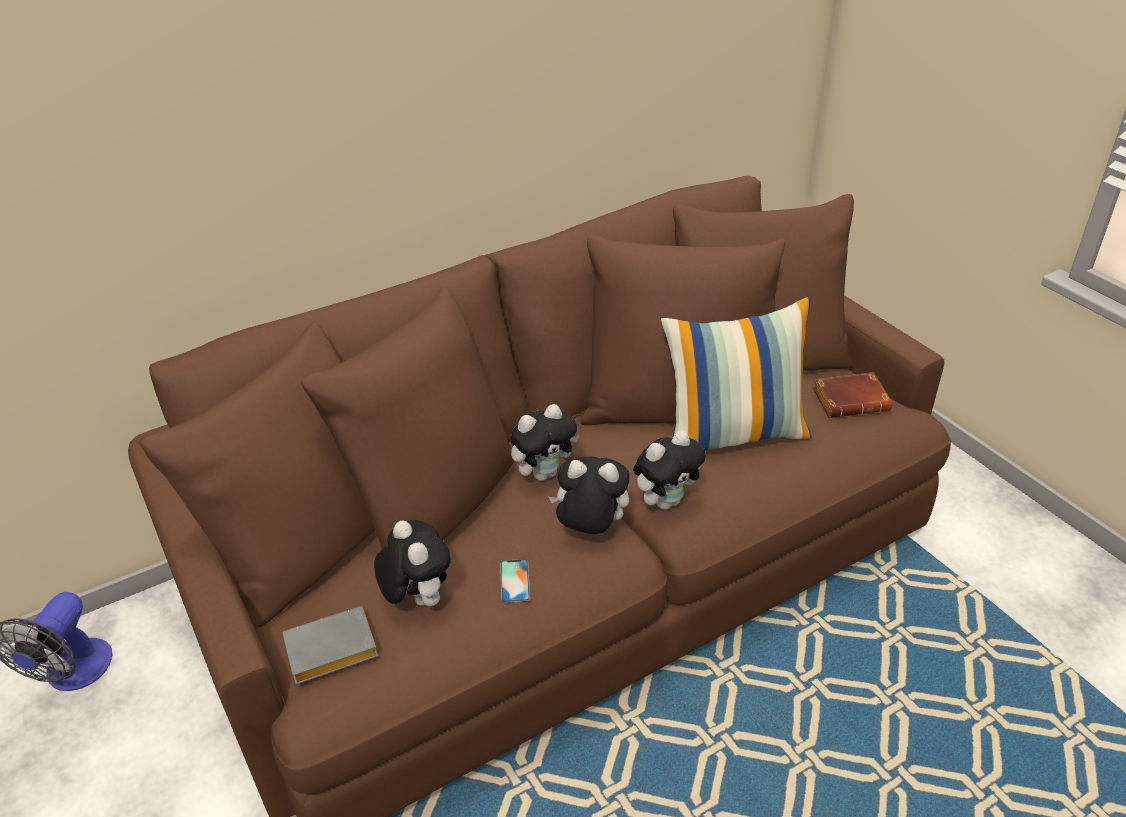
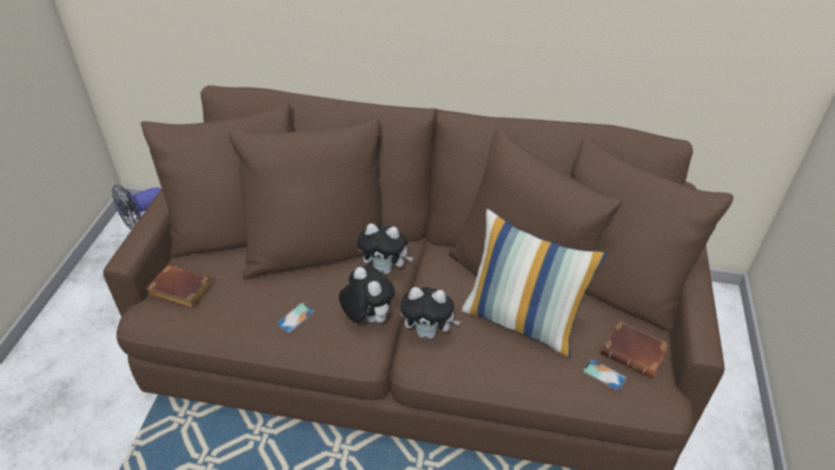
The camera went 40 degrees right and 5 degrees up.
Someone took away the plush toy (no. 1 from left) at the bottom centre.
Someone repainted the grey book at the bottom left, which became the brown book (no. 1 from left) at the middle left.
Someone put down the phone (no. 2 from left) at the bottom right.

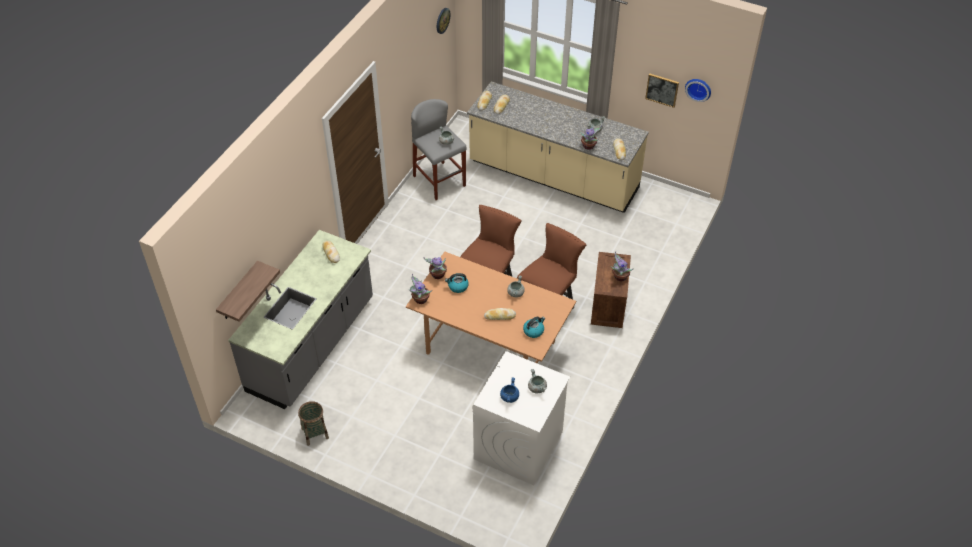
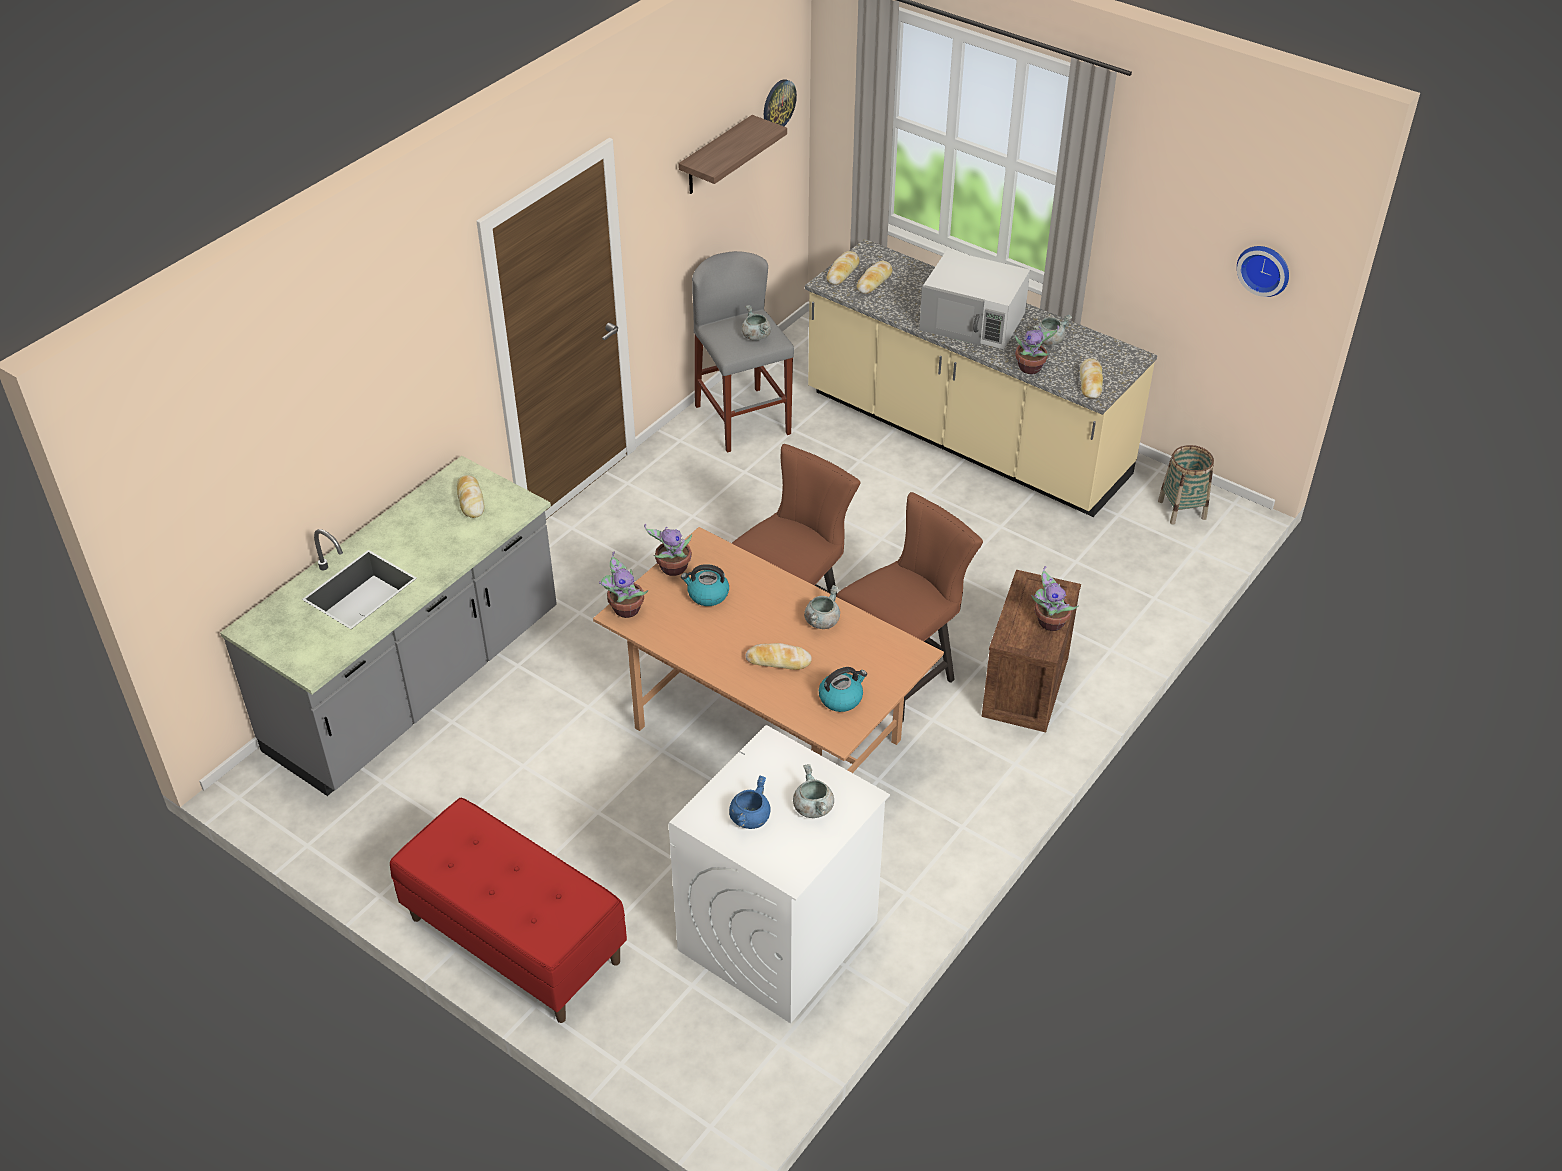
The camera went 10 degrees right and 5 degrees down.
Someone took away the picture at the top right.
Someone carried the shelf from the middle left to the top centre.
Someone carried the basket from the bottom left to the middle right.
Someone put down the white microwave at the top centre.
Someone put down the red bench at the bottom left.

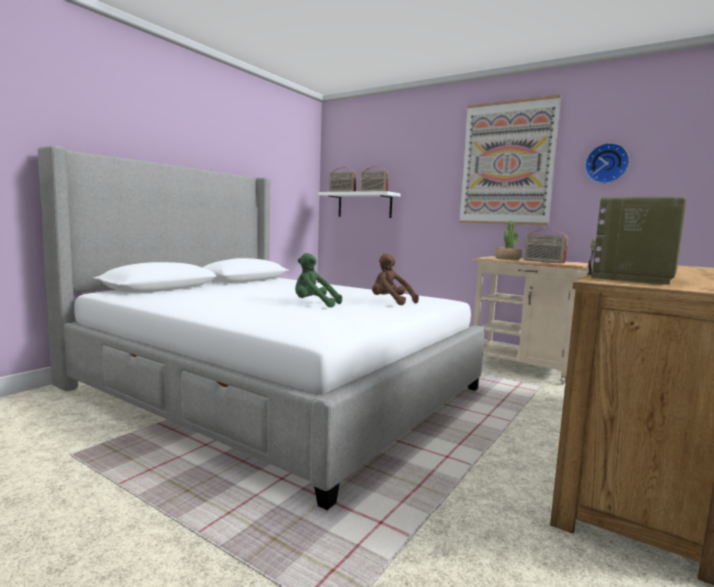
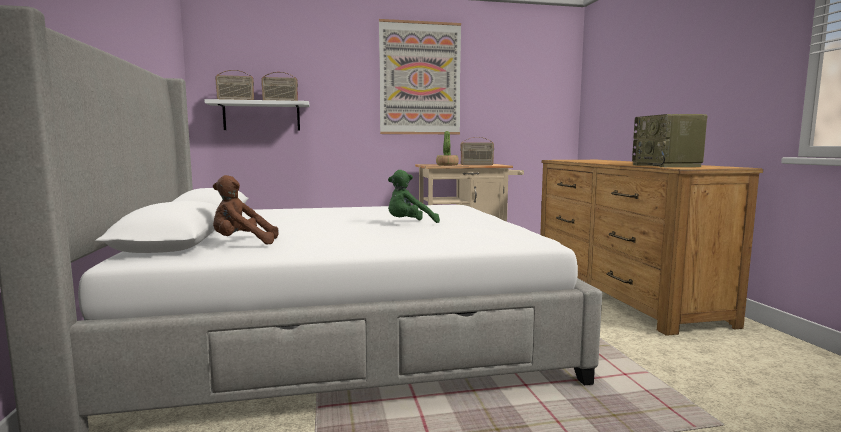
The camera went 45 degrees left and 0 degrees up.
Someone took away the wall clock at the top right.
Someone carried the brown plush toy from the centre to the middle left.

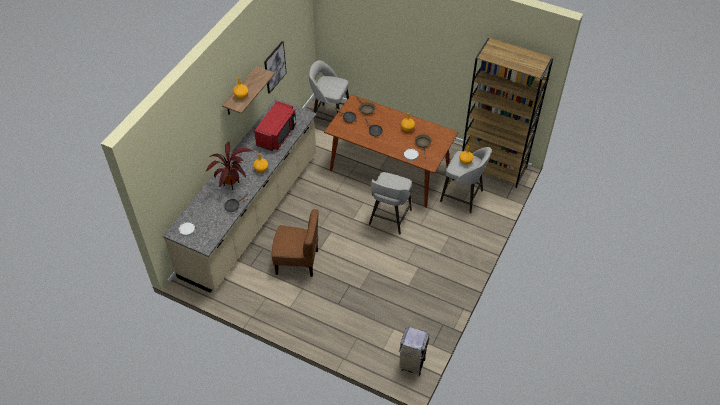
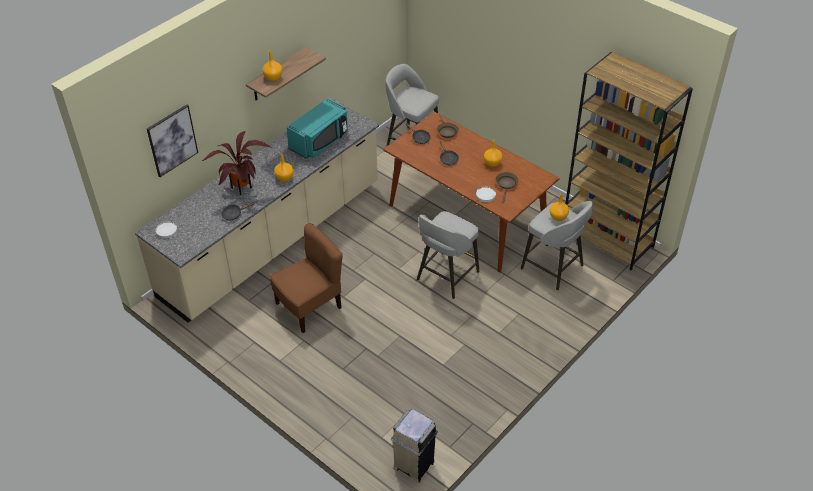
The camera went 15 degrees right and 5 degrees down.
Someone carried the picture from the top centre to the top left.
Someone repainted the red microwave at the top centre, which became the turquoise microwave at the top centre.
Someone rotated the brown chair at the centre by 60 degrees counterclockwise.

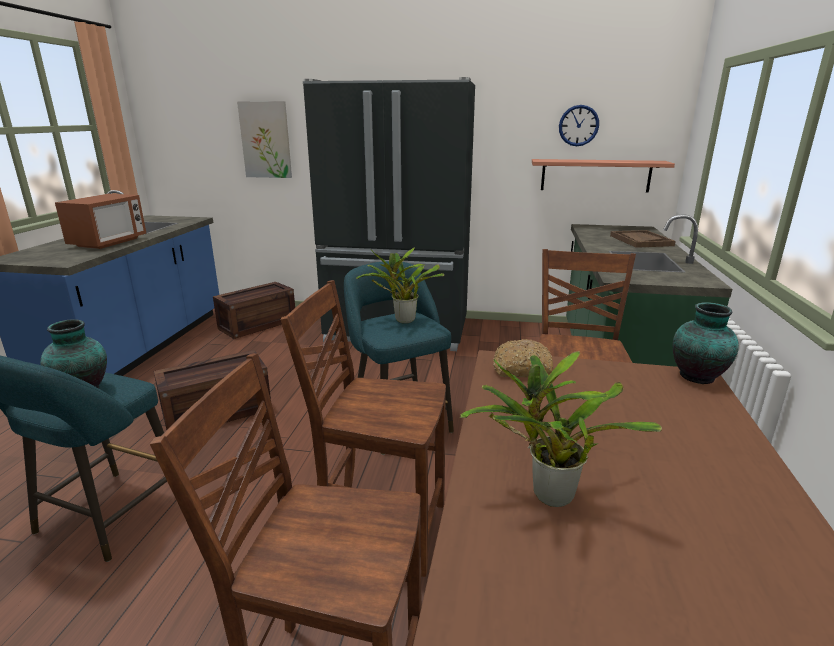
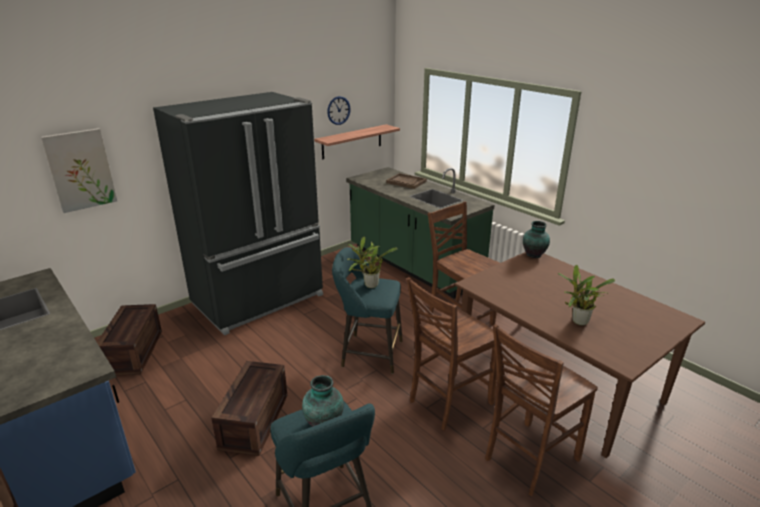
The camera went 50 degrees left and 5 degrees up.
Someone took away the microwave at the middle left.
Someone took away the bread at the centre.

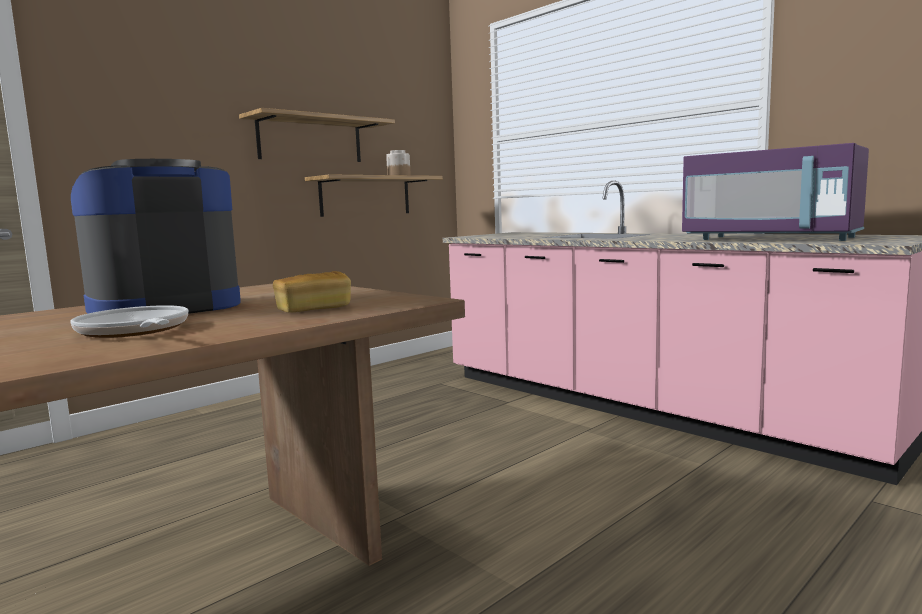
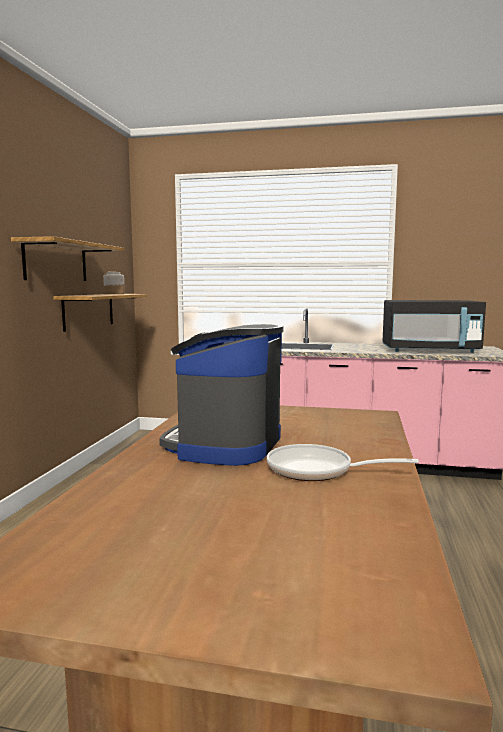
The camera went 35 degrees left and 0 degrees up.
Someone repainted the purple microwave at the top right, which became the black microwave at the middle right.
Someone took away the bread at the centre.

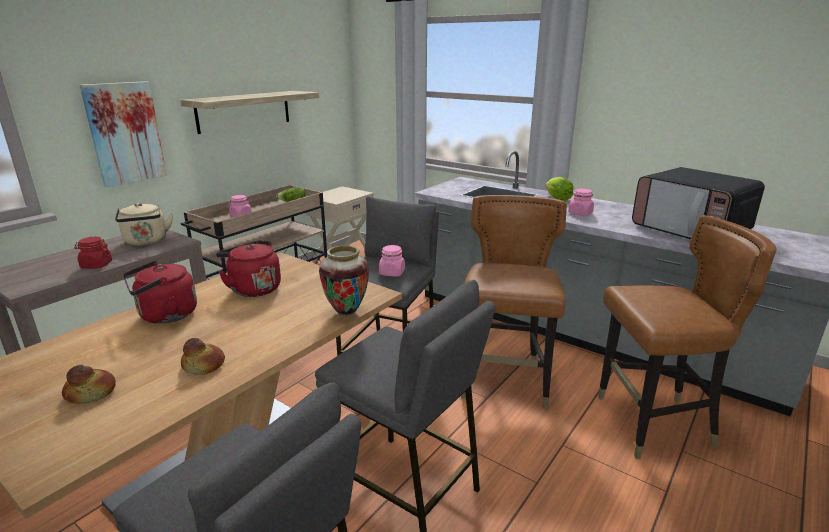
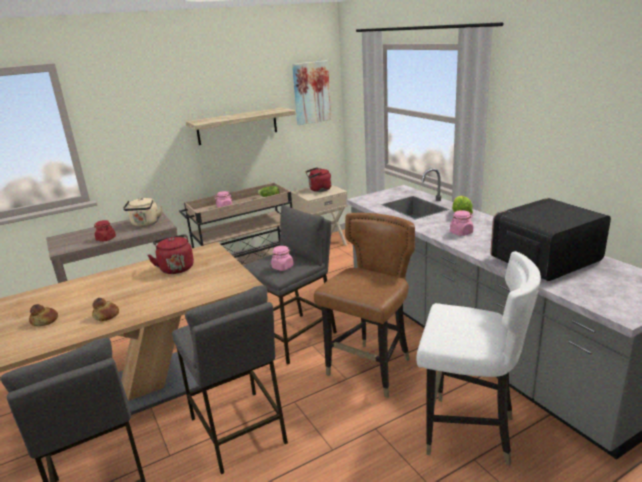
The camera went 25 degrees right and 0 degrees up.
Someone carried the picture from the top left to the top centre.
Someone rotated the microwave at the middle right by 75 degrees clockwise.
Someone repainted the brown chair (no. 2 from left) at the middle right, which became the white chair at the bottom right.
Someone took away the vase at the centre.
Someone carried the red kettle (no. 1 from left in the first image) from the middle left to the centre.

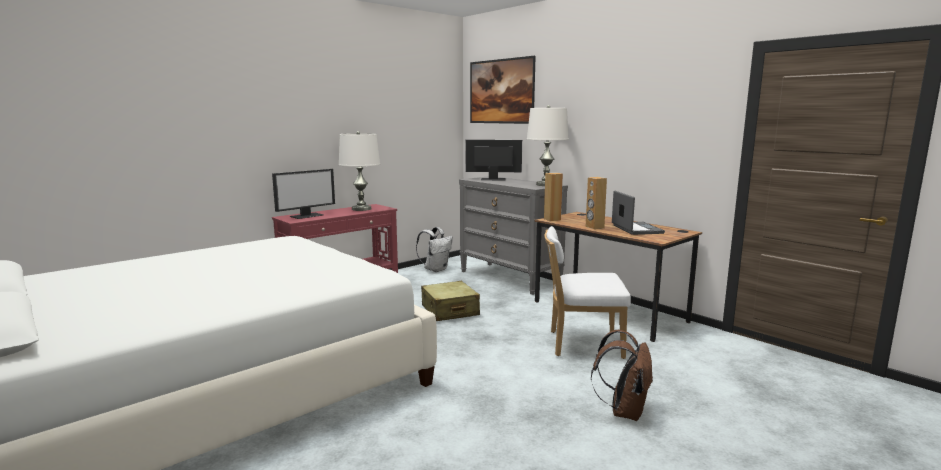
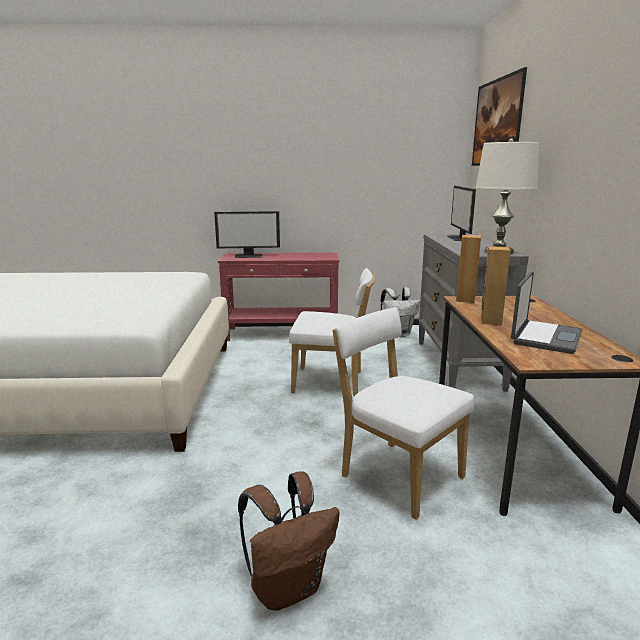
The camera went 40 degrees right and 5 degrees up.
Someone took away the white table lamp (no. 1 from left) at the centre.
Someone rotated the monitor (no. 2 from left) at the centre by 135 degrees counterclockwise.
Someone swapped the beige suitcase at the centre for the white chair (no. 1 from left) at the centre.

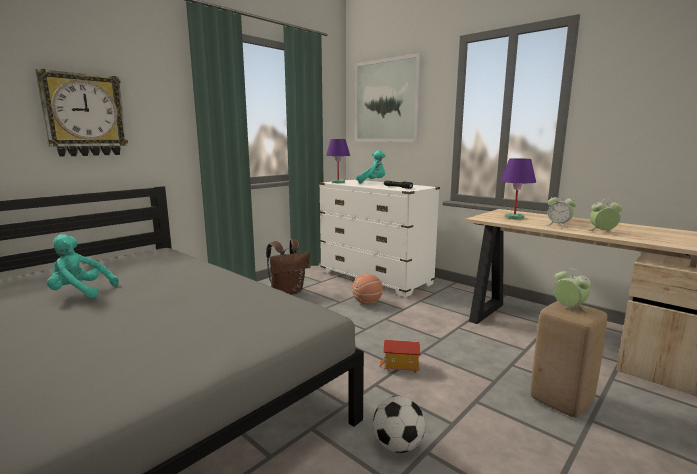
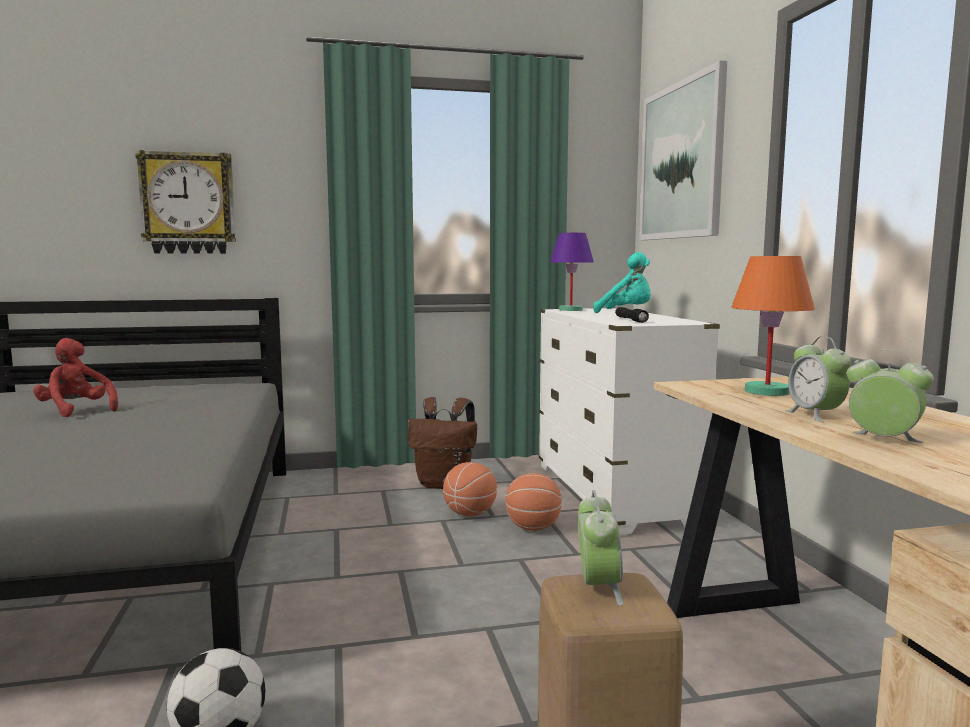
The camera went 35 degrees right and 5 degrees down.
Someone repainted the purple table lamp (no. 2 from left) at the middle right, which became the orange table lamp at the middle right.
Someone repainted the turquoise plush toy (no. 1 from left) at the middle left, which became the red plush toy at the middle left.
Someone took away the toy house at the bottom centre.
Someone put down the basketball (no. 1 from left) at the bottom centre.

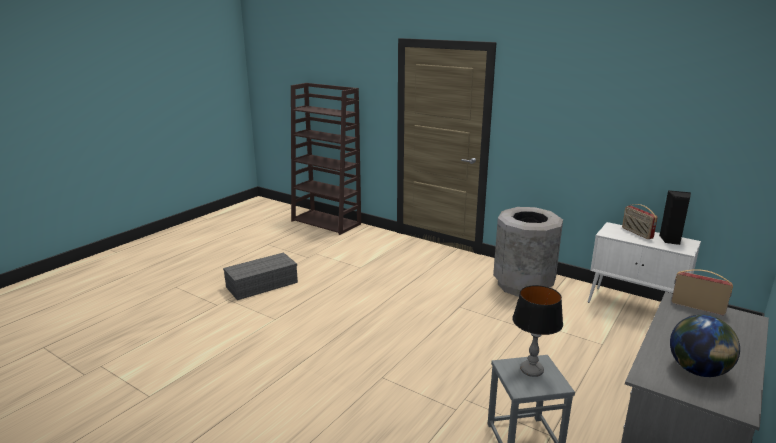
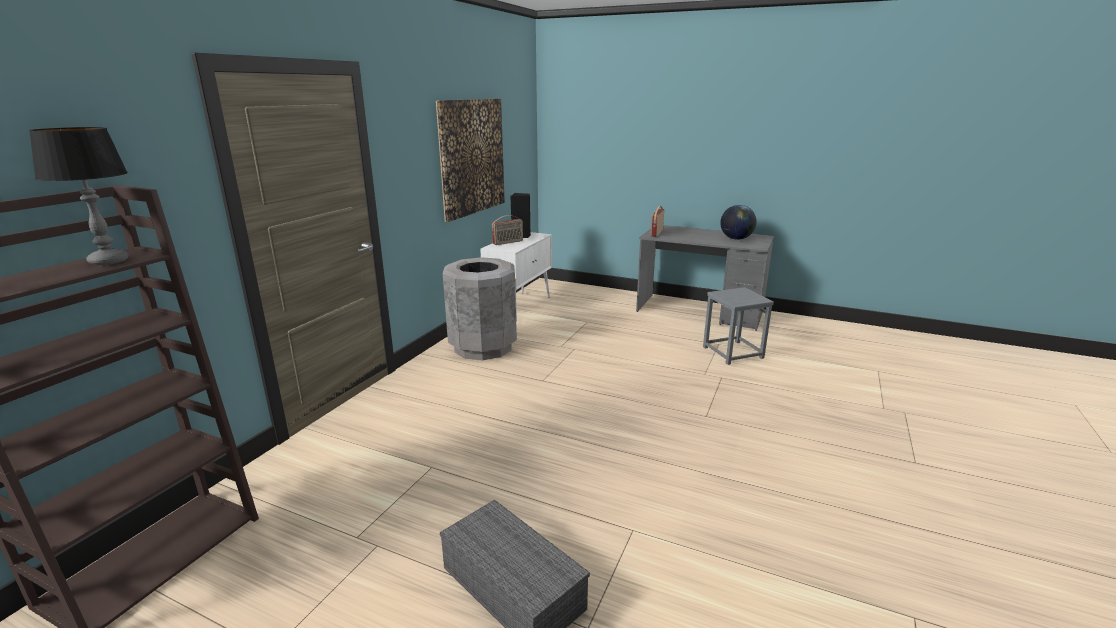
The camera went 100 degrees left and 0 degrees up.
Someone carried the table lamp from the bottom right to the top left.
Someone put up the picture at the top centre.

